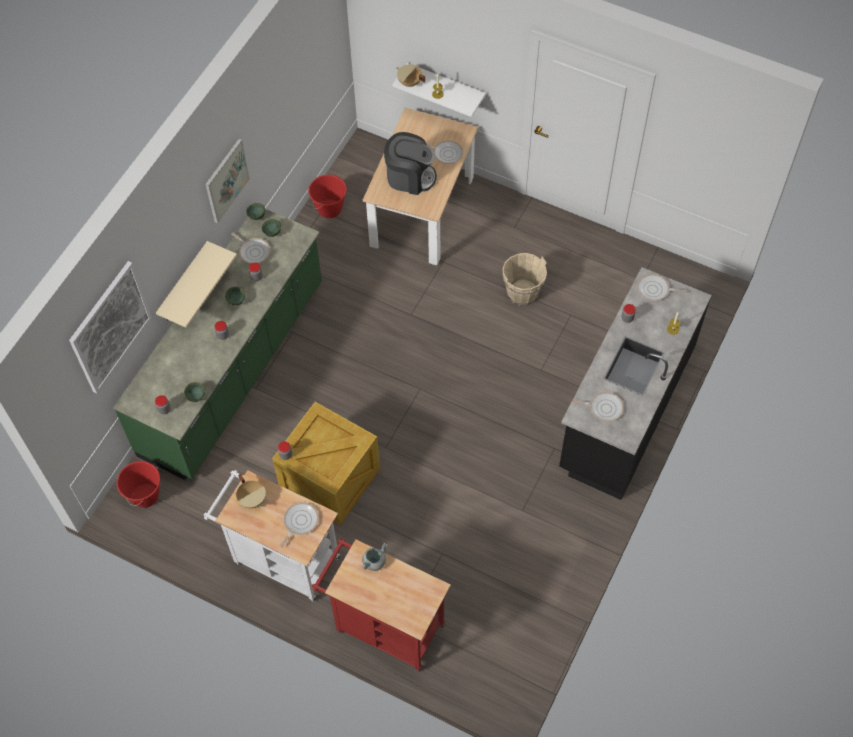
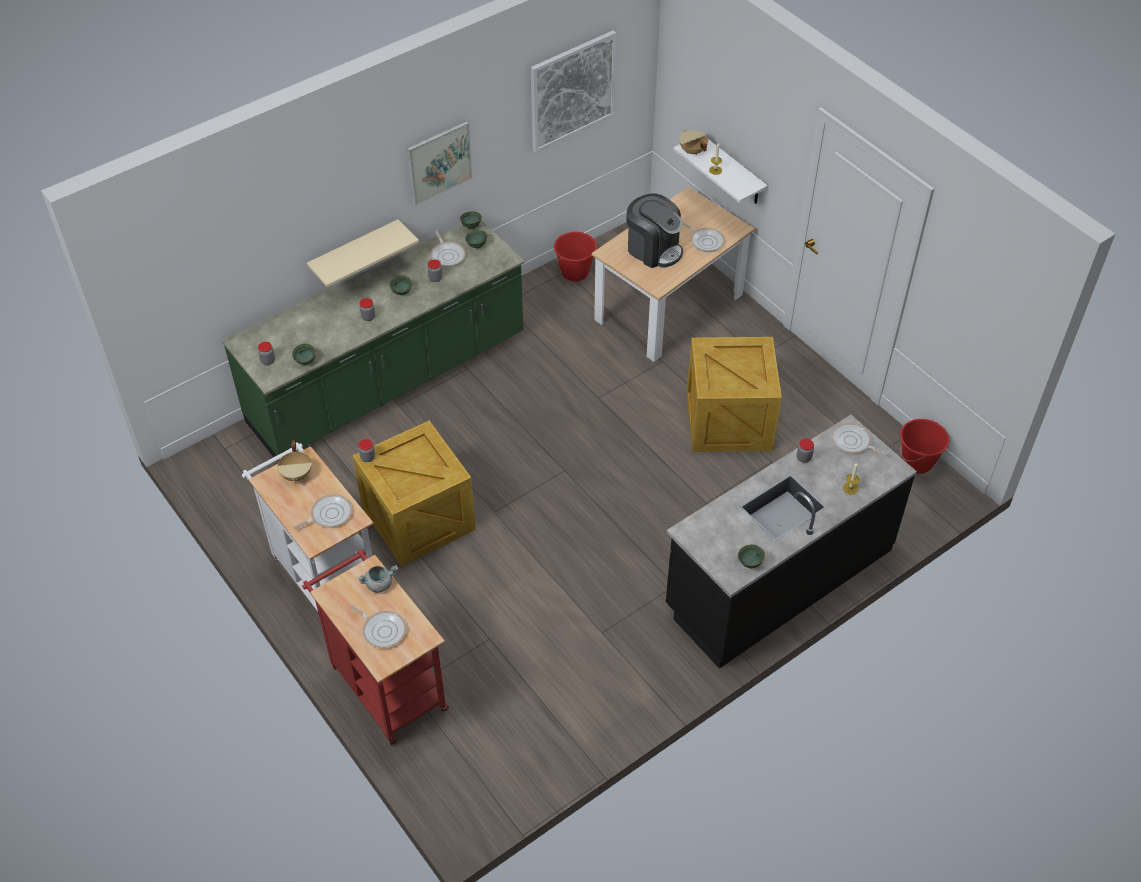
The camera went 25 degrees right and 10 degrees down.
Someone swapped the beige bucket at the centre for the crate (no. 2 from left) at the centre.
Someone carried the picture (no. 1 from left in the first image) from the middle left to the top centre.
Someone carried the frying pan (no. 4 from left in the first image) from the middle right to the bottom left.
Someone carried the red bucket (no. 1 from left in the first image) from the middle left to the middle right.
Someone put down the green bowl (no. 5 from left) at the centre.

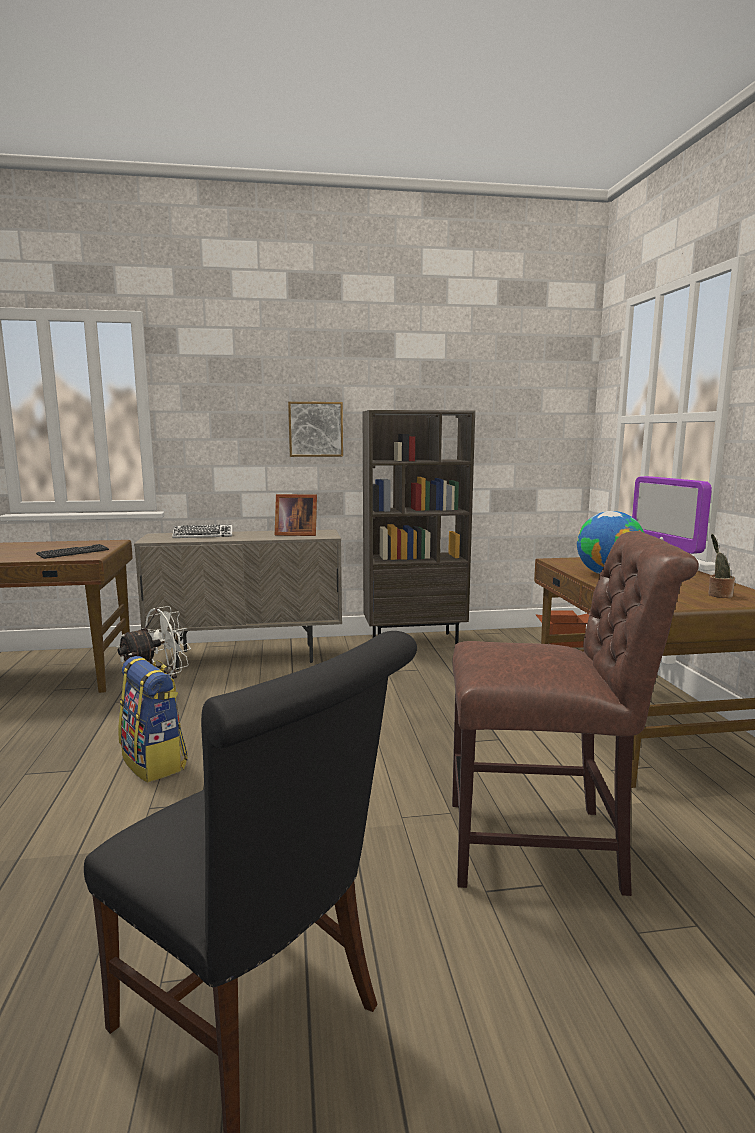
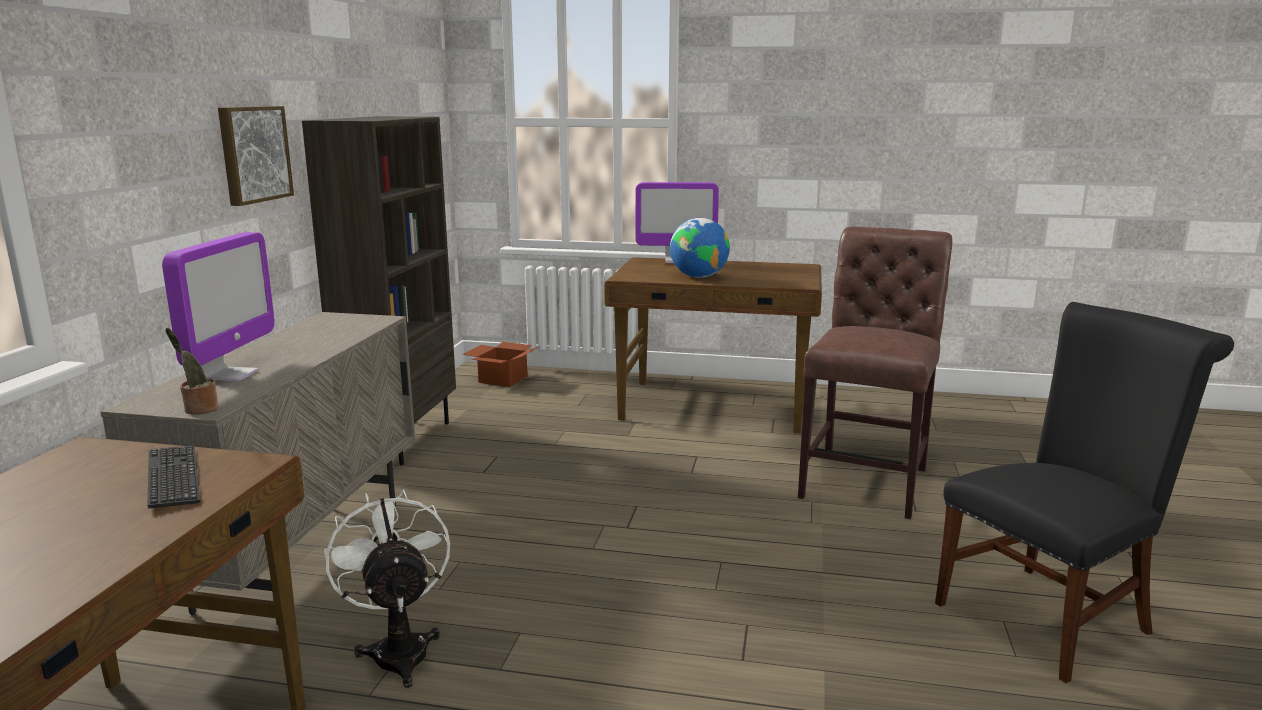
The camera went 70 degrees left and 5 degrees up.
Someone took away the picture frame at the centre.
Someone swapped the keyboard (no. 2 from left) at the middle left for the monitor (no. 1 from left) at the middle left.
Someone carried the potted plant from the middle right to the middle left.
Someone took away the backpack at the middle left.

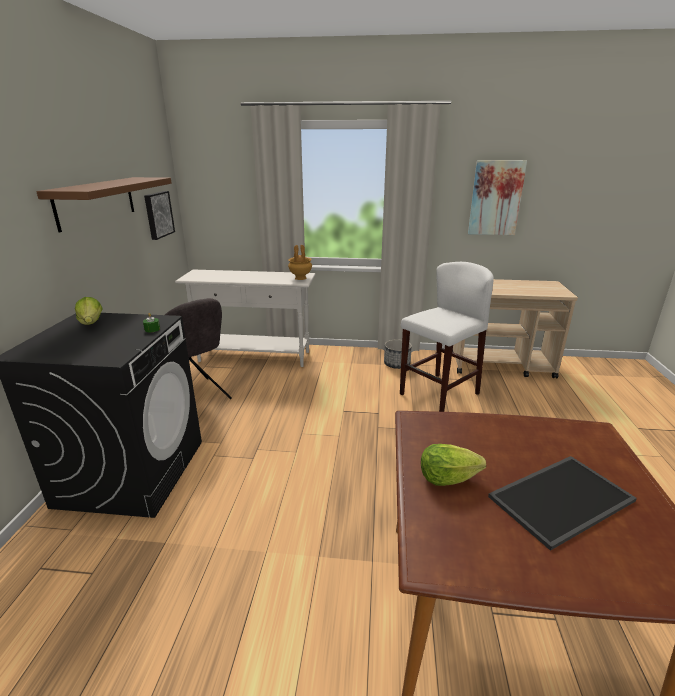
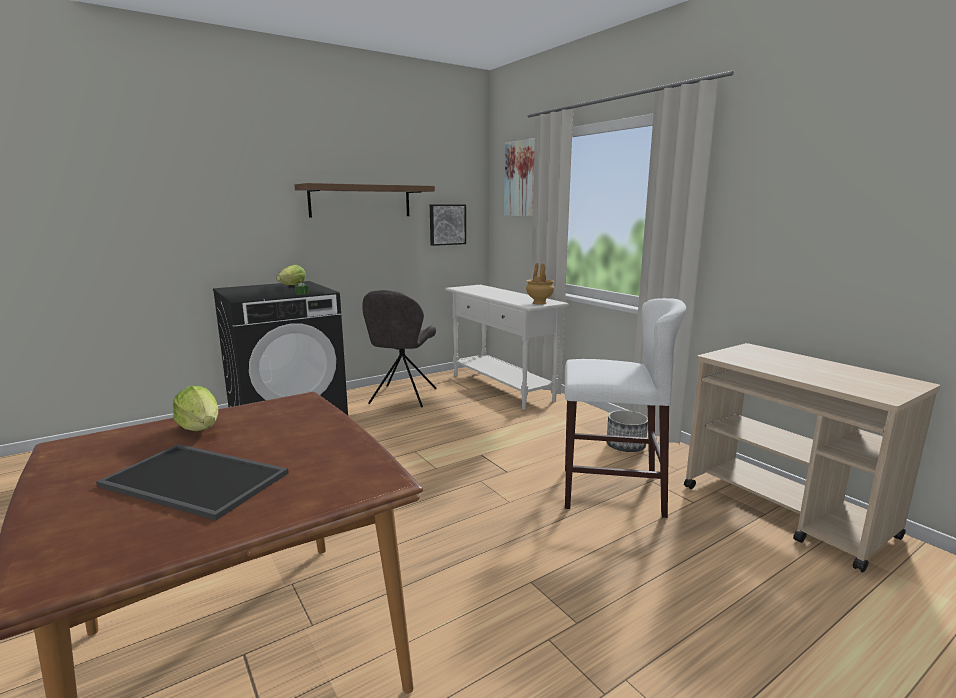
The camera went 50 degrees right and 10 degrees down.
Someone carried the picture (no. 2 from left) from the top right to the top centre.

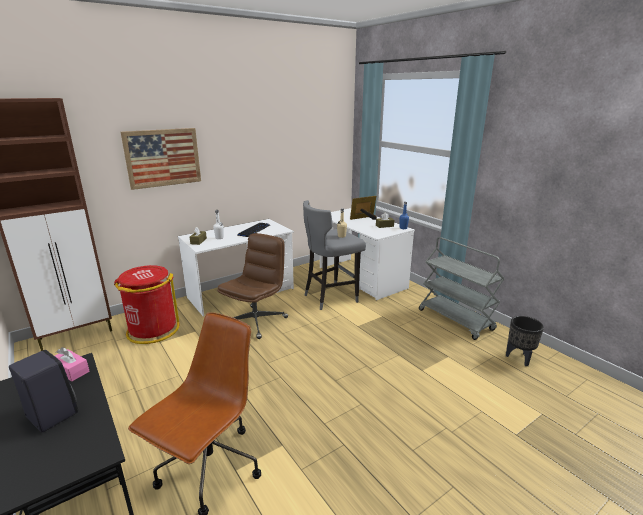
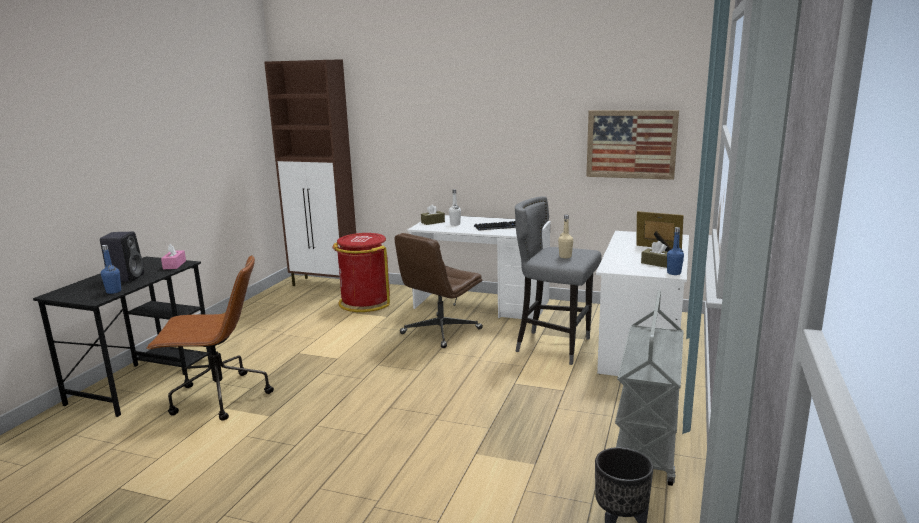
The camera went 55 degrees right and 5 degrees down.
Someone carried the picture from the top left to the top right.
Someone rotated the brown office chair (no. 2 from left) at the centre by 135 degrees clockwise.
Someone put down the blue bottle (no. 1 from left) at the middle left.

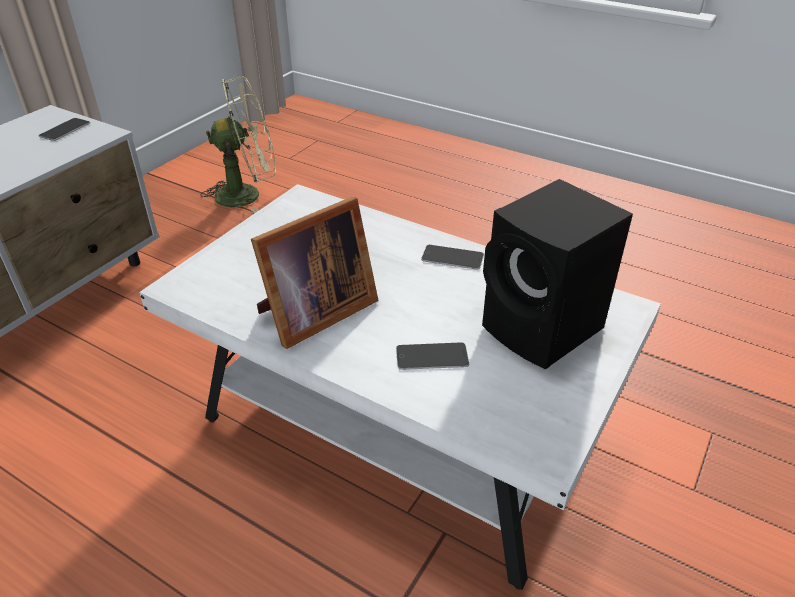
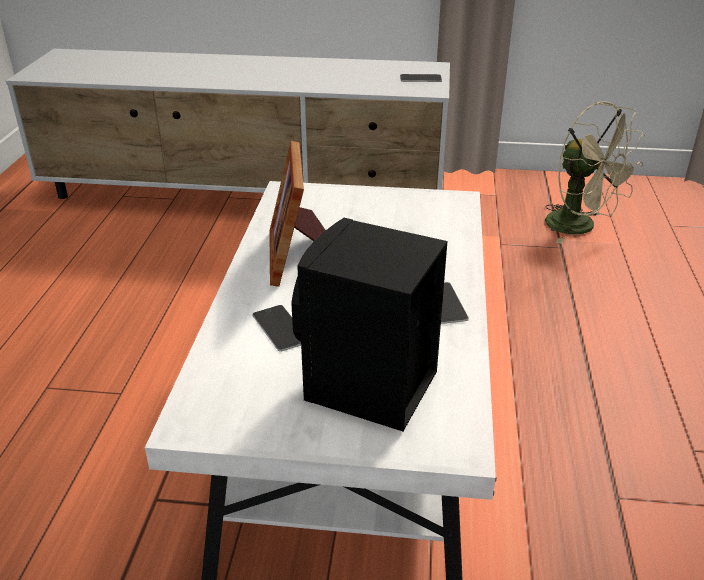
The camera went 65 degrees right and 5 degrees down.
Someone rotated the picture frame at the centre by 60 degrees clockwise.

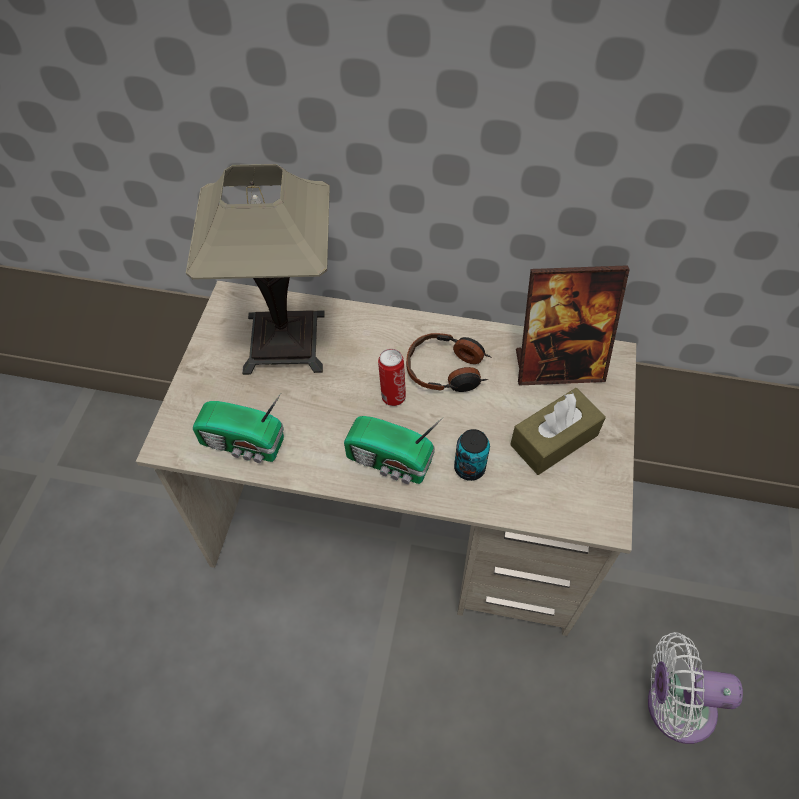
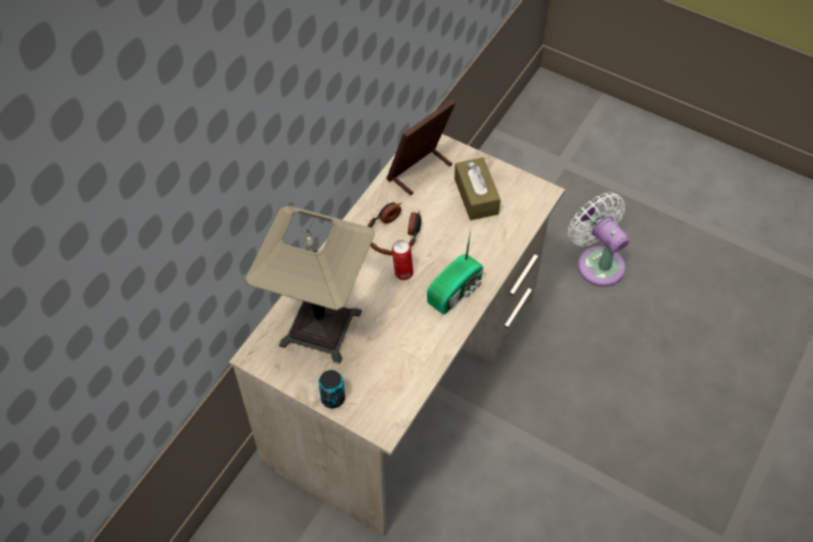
The camera went 70 degrees left and 0 degrees up.
Someone rotated the picture frame at the middle right by 150 degrees counterclockwise.
Someone took away the radio (no. 1 from left) at the middle left.
Someone carried the can (no. 2 from left in the first image) from the centre to the bottom centre.
Someone rotated the white fan at the bottom right by 120 degrees clockwise.

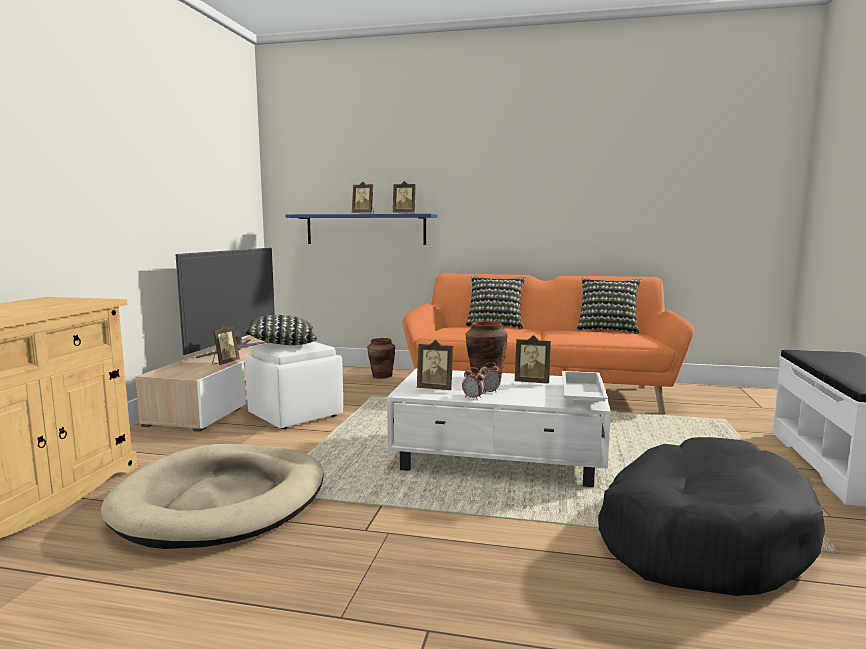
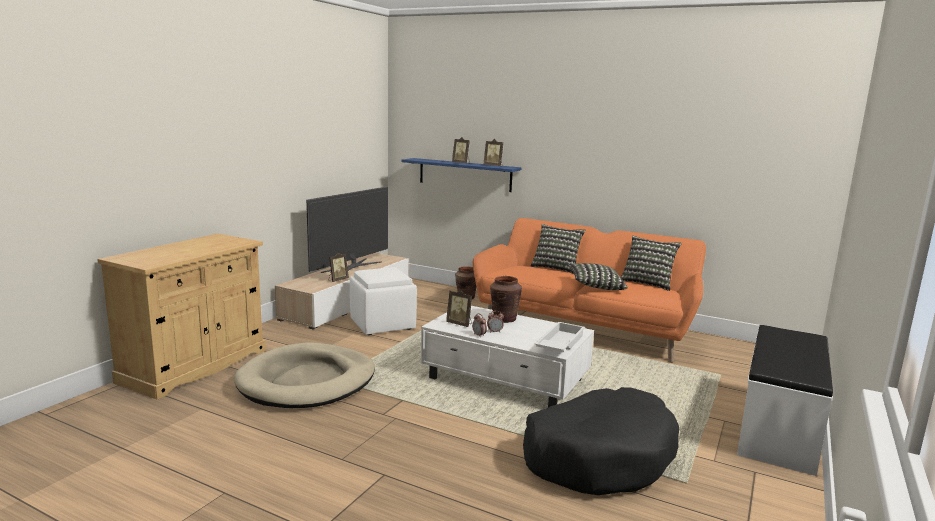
The camera went 15 degrees right and 5 degrees up.
Someone carried the pillow (no. 1 from left in the first image) from the middle left to the centre.
Someone took away the picture frame (no. 5 from left) at the centre.

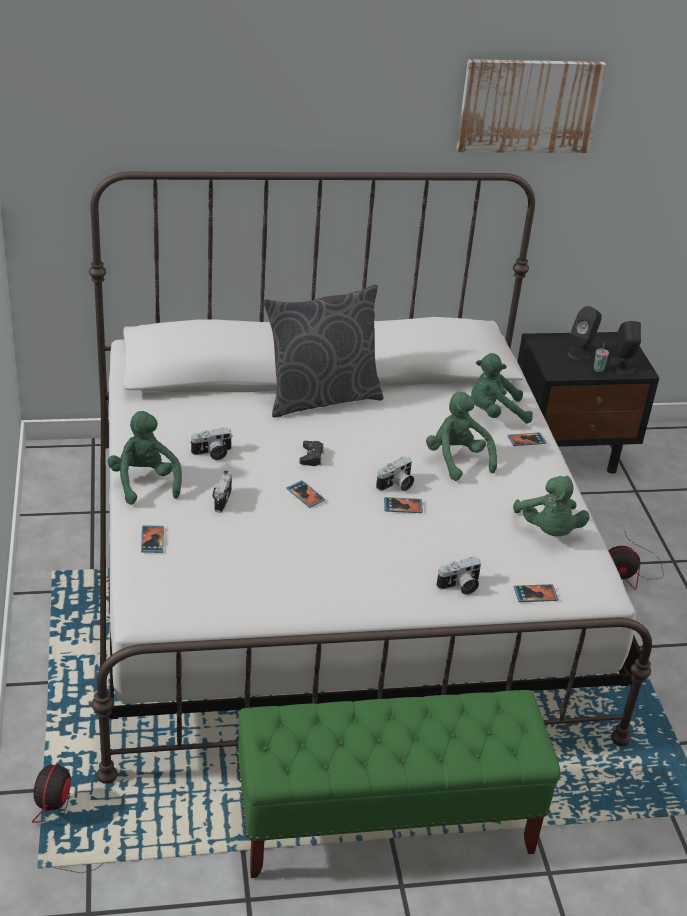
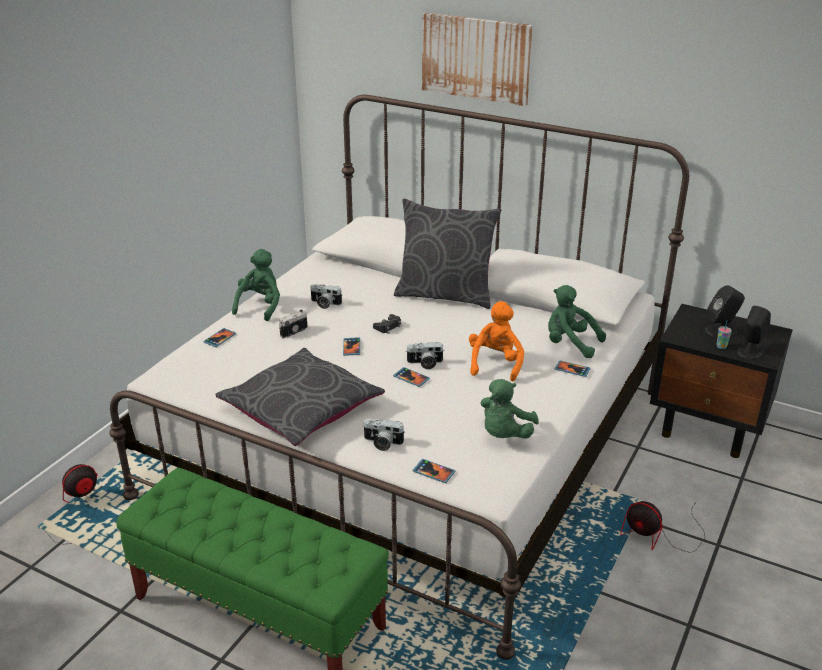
The camera went 40 degrees right and 5 degrees down.
Someone carried the picture from the top right to the top centre.
Someone repainted the green plush toy (no. 2 from left) at the middle right, which became the orange plush toy at the centre.
Someone put down the grey pillow (no. 1 from left) at the centre.

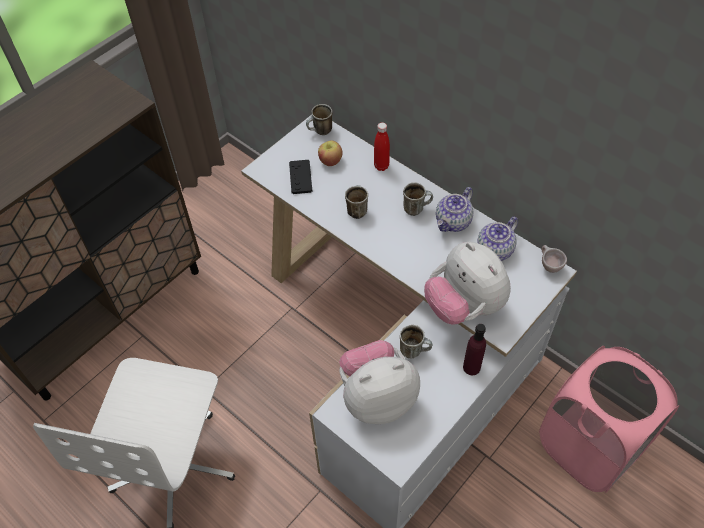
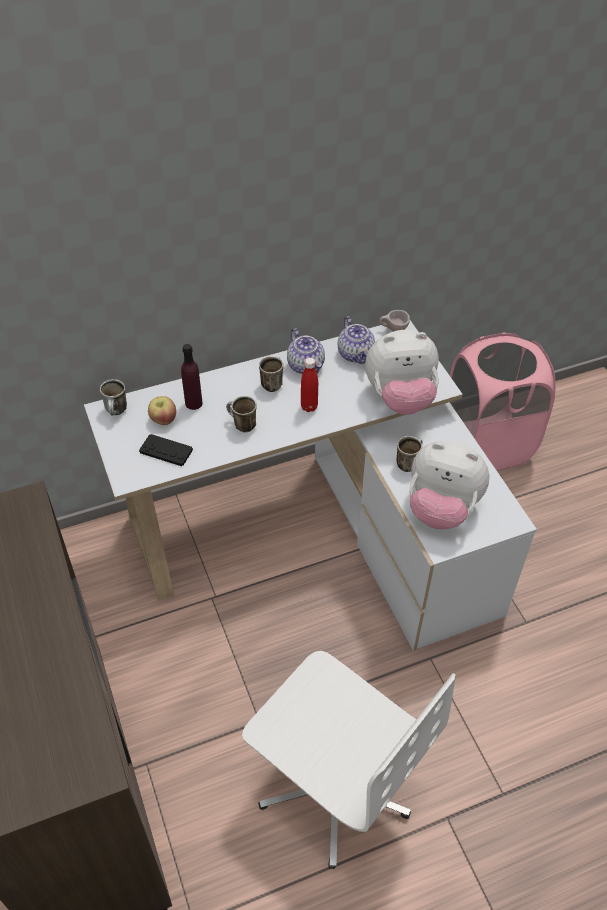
The camera went 65 degrees left and 5 degrees down.
Someone carried the red bottle from the top centre to the centre.
Someone carried the purple bottle from the middle right to the middle left.
Someone rotated the plush toy (no. 1 from left in the first image) at the bottom centre by 75 degrees counterclockwise.

